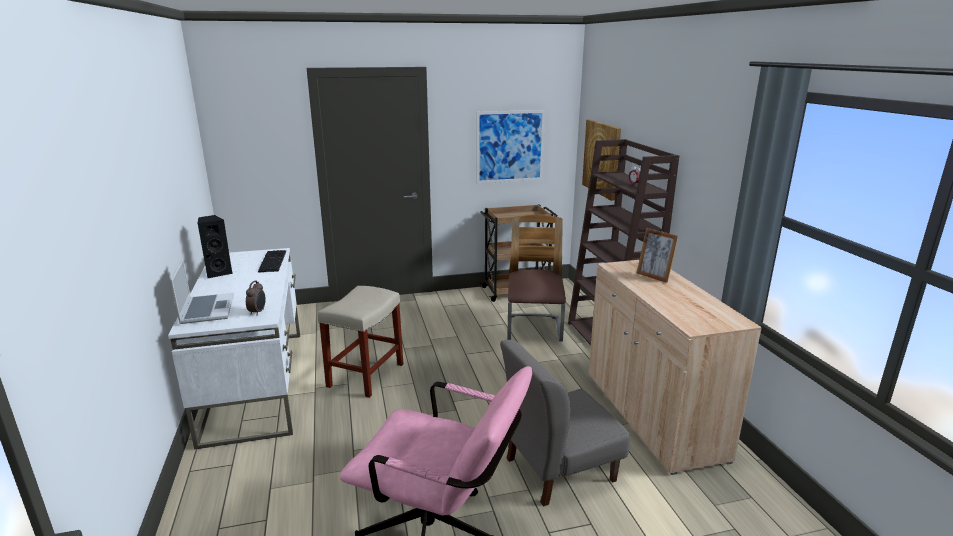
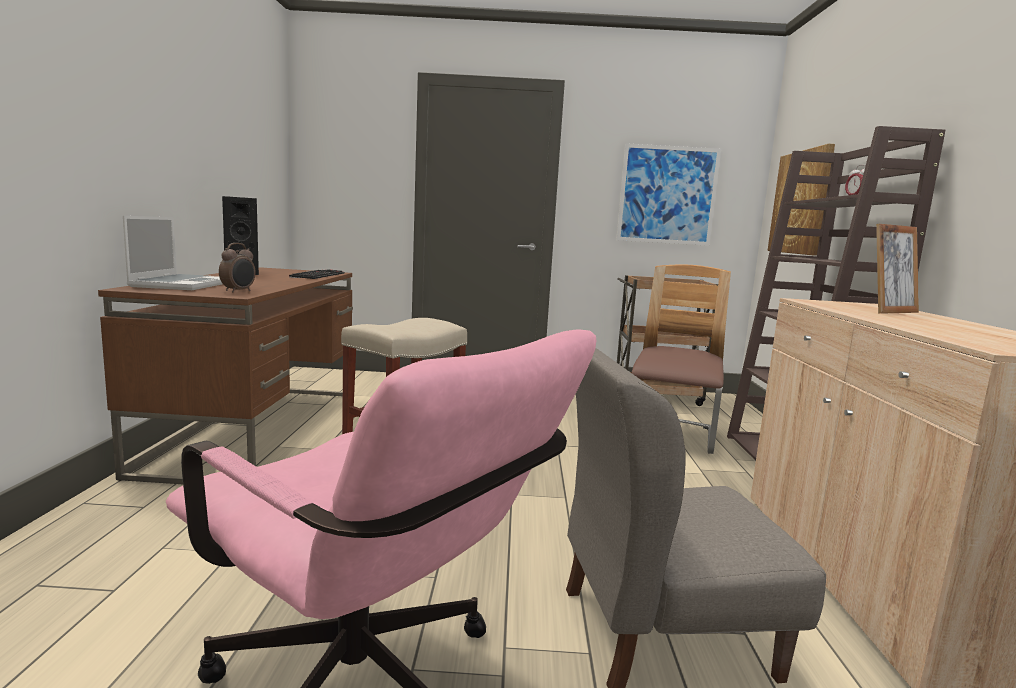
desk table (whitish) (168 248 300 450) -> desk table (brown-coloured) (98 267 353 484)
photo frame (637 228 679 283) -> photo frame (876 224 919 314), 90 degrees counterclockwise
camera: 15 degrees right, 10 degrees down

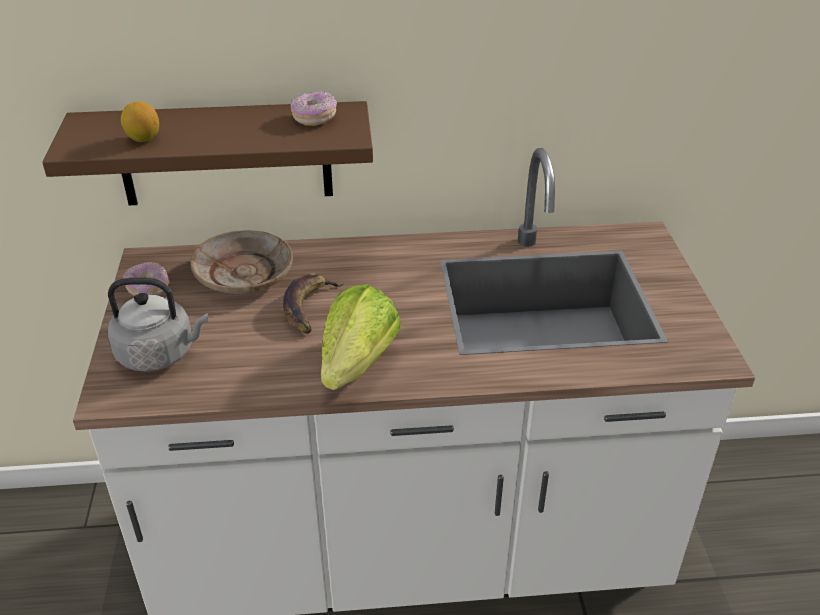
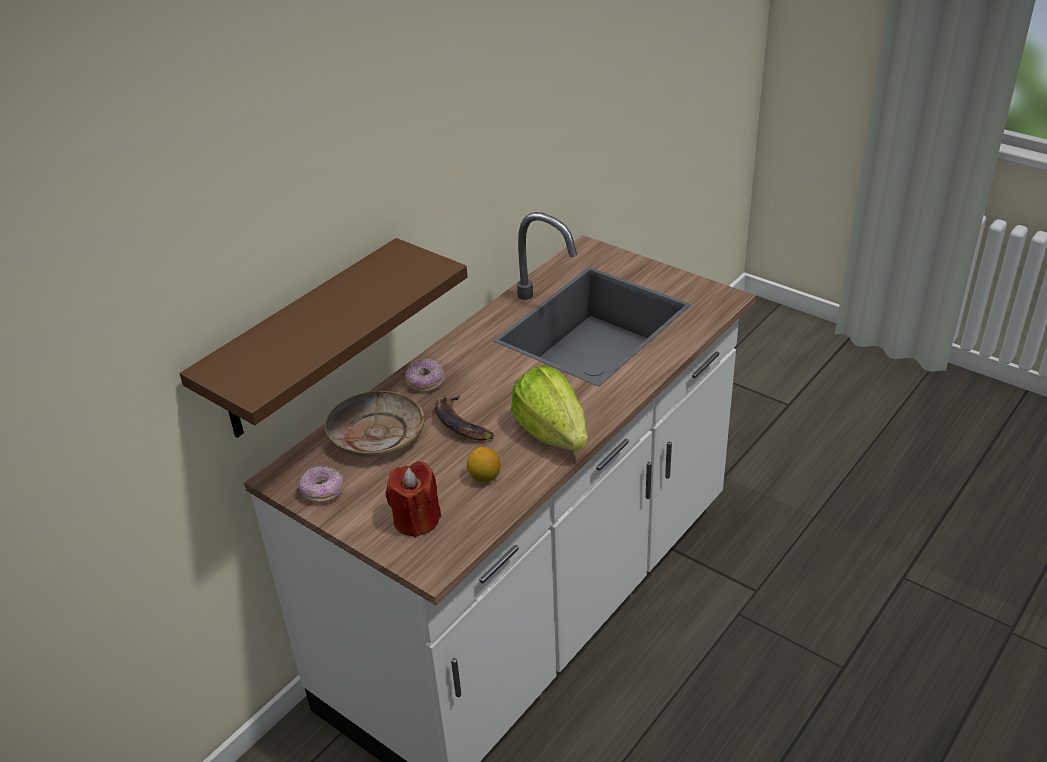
kettle (grey) (108 278 209 372) -> candle (red-coloured) (386 461 441 538)
citrus fruit (121 101 159 142) -> citrus fruit (467 447 501 482), move
donut (290 91 337 126) -> donut (405 358 444 392), move
camera: 45 degrees left, 0 degrees up

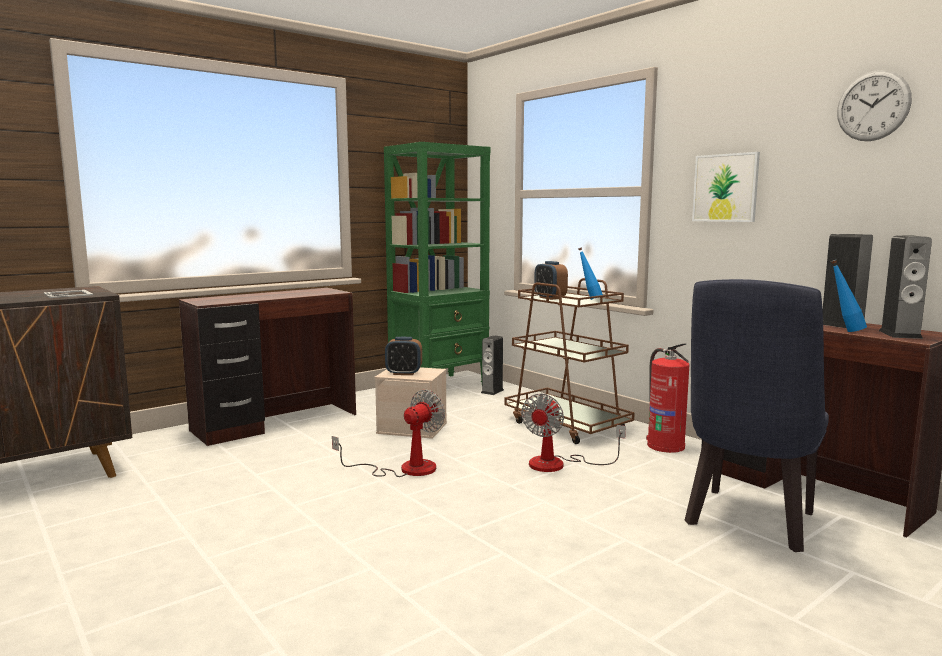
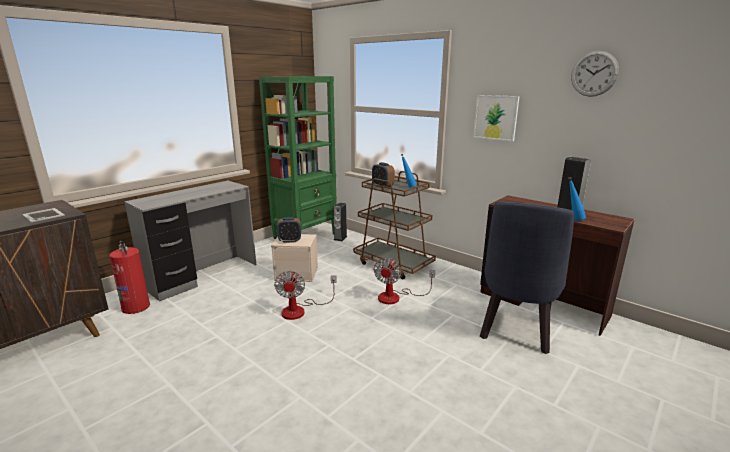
desk table (brown-coloured) (179 288 356 446) -> desk table (grey) (124 181 256 302)
fan (332 389 445 477) -> fan (274 270 337 320), 150 degrees clockwise
extinguisher (646 343 689 453) -> extinguisher (109 241 150 314), move
audio speaker (879 235 932 339) -> none
camera: 10 degrees left, 10 degrees up

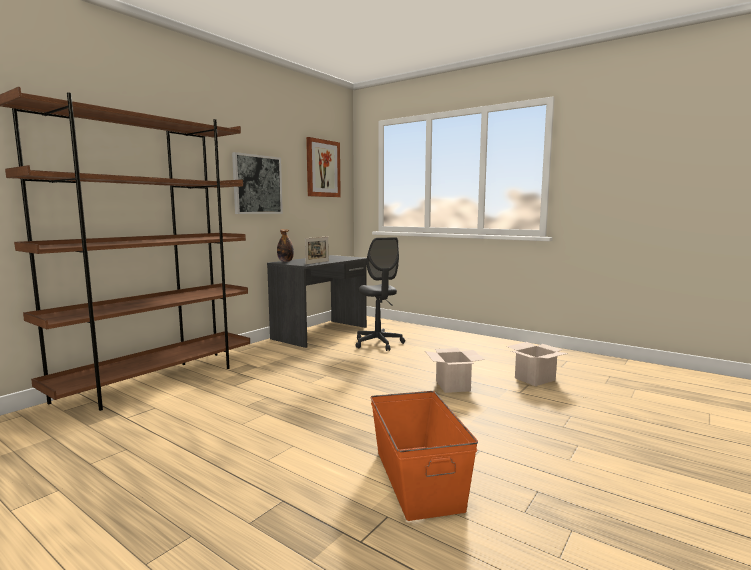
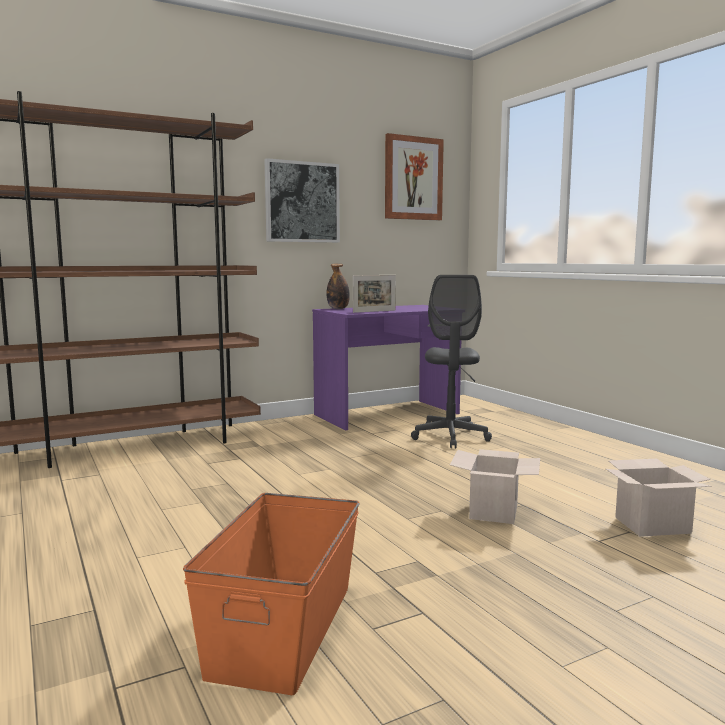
desk table (grey) (267 255 367 348) -> desk table (purple) (312 305 461 431)
camera: 25 degrees right, 0 degrees up

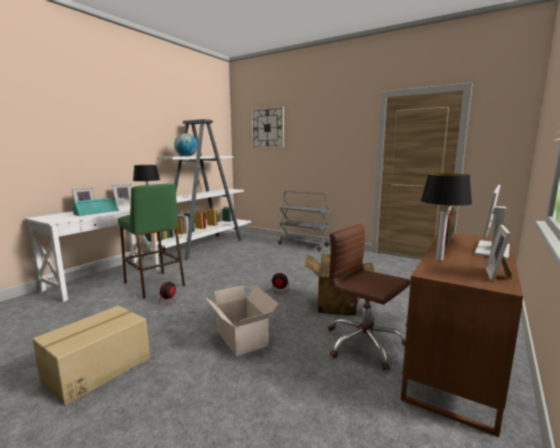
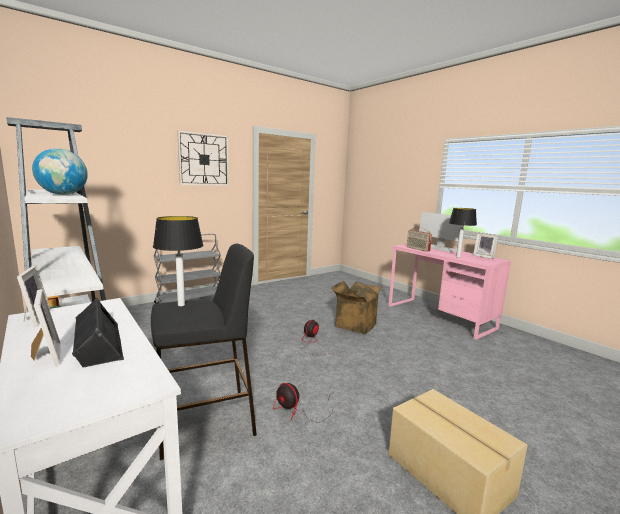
audio speaker (blue-green) (72 197 119 216) -> audio speaker (blackish) (72 297 124 368)
sitting stool (green-coloured) (118 184 185 298) -> sitting stool (blackish) (151 244 257 460)
packing box (205 285 279 356) -> none
clock on the wall (251 107 284 148) -> clock on the wall (177 130 229 186), move
desk chair (brown-coloured) (328 224 410 371) -> none
desk table (brown-coloured) (401 233 523 437) -> desk table (pink) (389 244 511 340)
camera: 70 degrees left, 0 degrees up

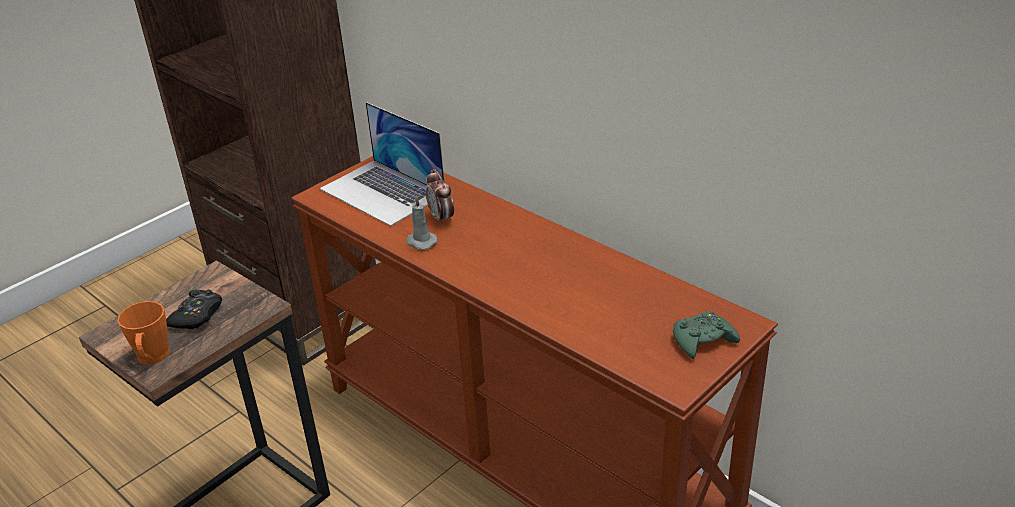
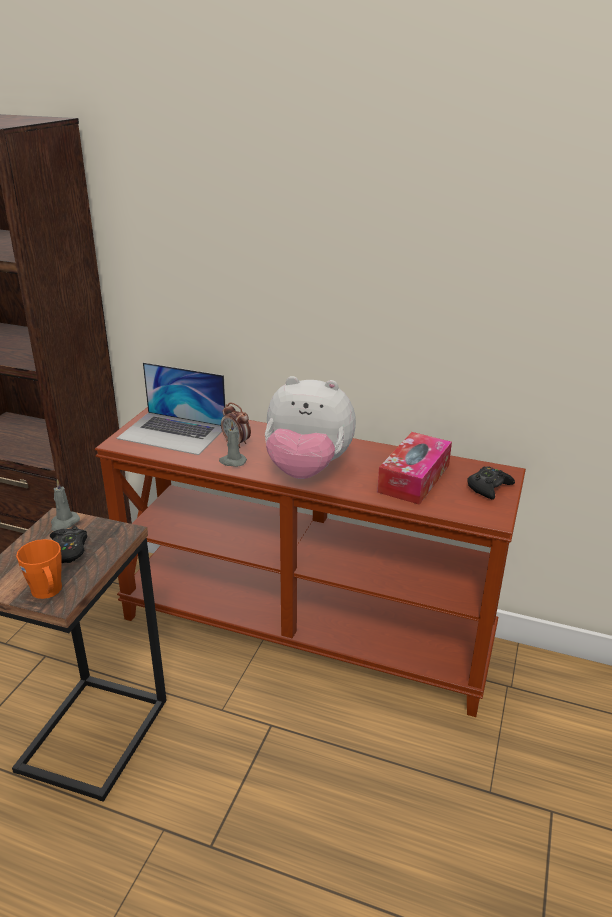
gamepad (green-coloured) (673 311 740 359) -> gamepad (blackish) (467 466 515 500)
none -> candle (grey) (51 479 80 531)
none -> plush toy (265 376 356 479)
none -> tissue box (377 432 452 505)
camera: 25 degrees left, 5 degrees down

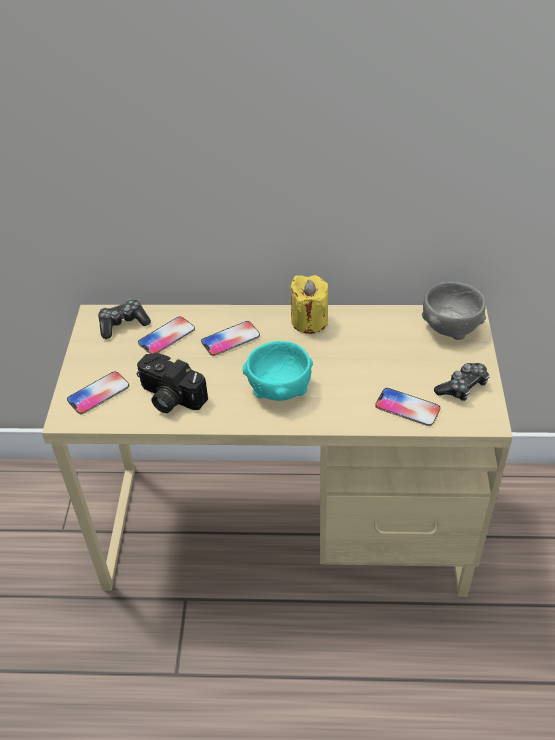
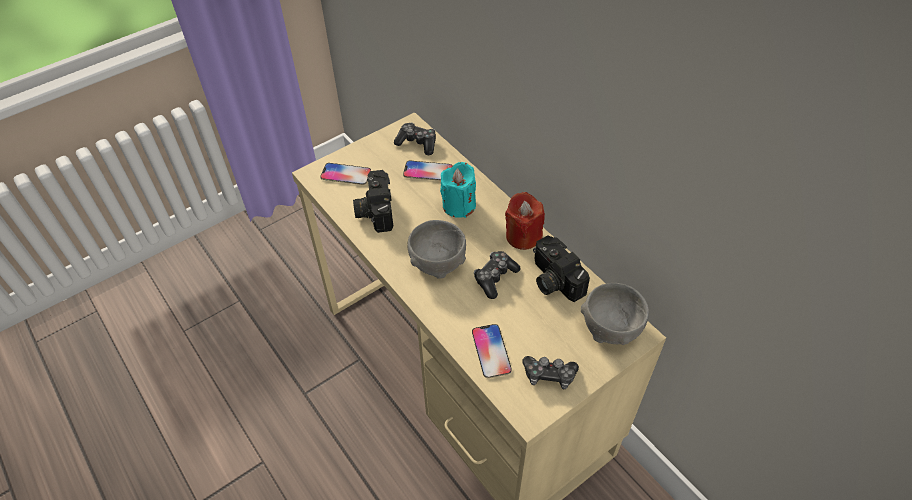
telephone (201 321 260 356) -> candle (blue-green) (440 162 476 218)
serving bowl (blue-green) (243 341 313 401) -> serving bowl (grey) (408 220 466 279)
candle (yellowish) (290 275 328 334) -> candle (red-coloured) (505 192 545 250)
none -> gamepad (474 251 521 299)
none -> photo camera (533 235 590 302)
camera: 50 degrees right, 5 degrees up

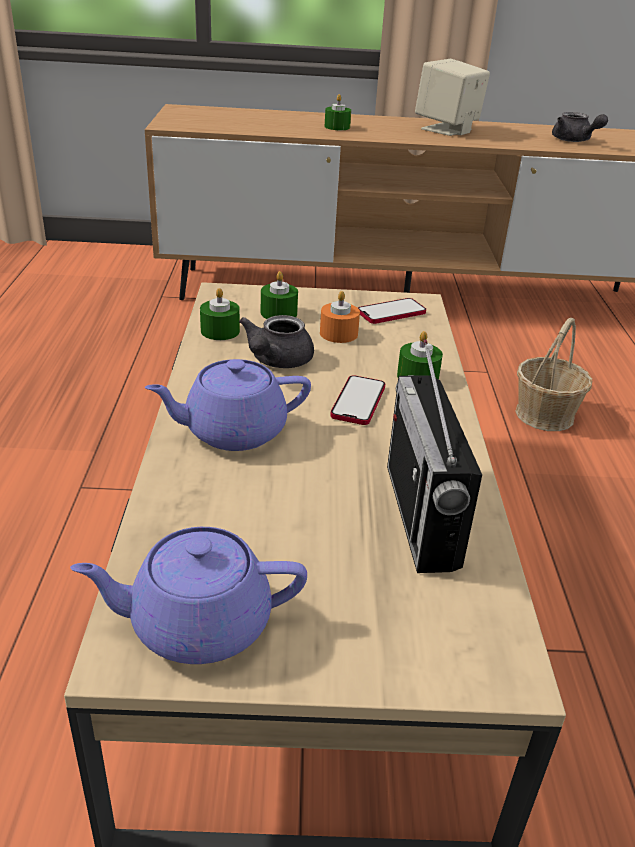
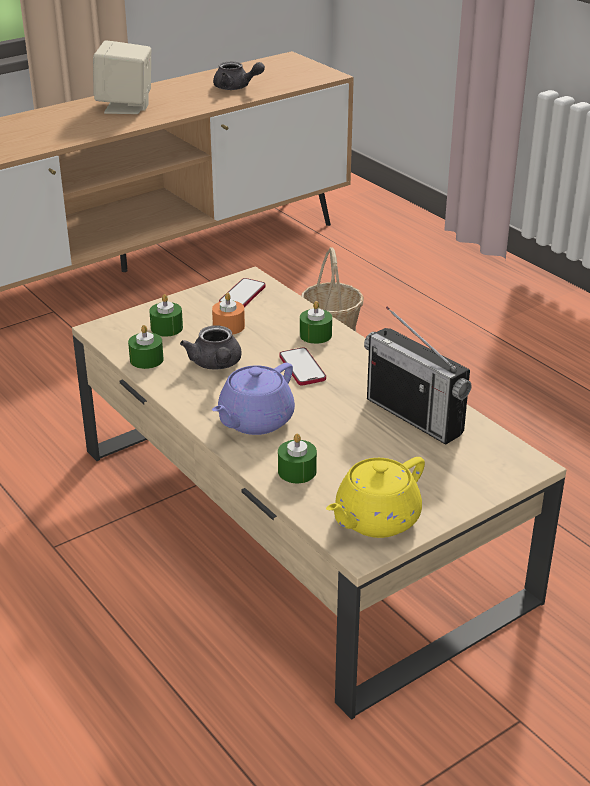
pot for tea (purple) (70 527 307 664) -> pot for tea (yellowish) (326 457 425 538)
candle (green-coloured) (324 94 351 130) -> candle (green-coloured) (278 433 317 483), move
camera: 35 degrees left, 0 degrees up

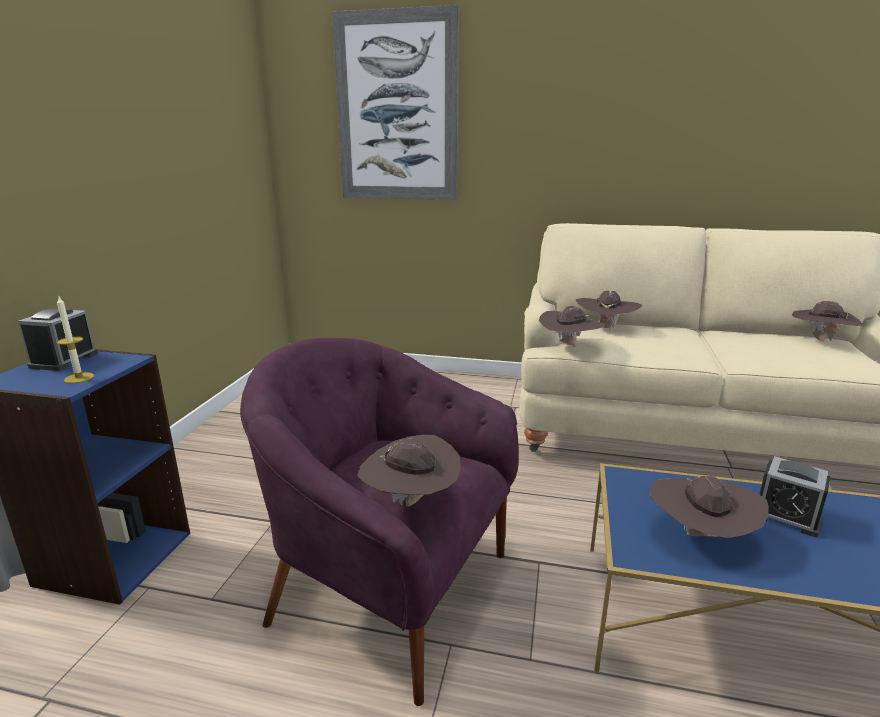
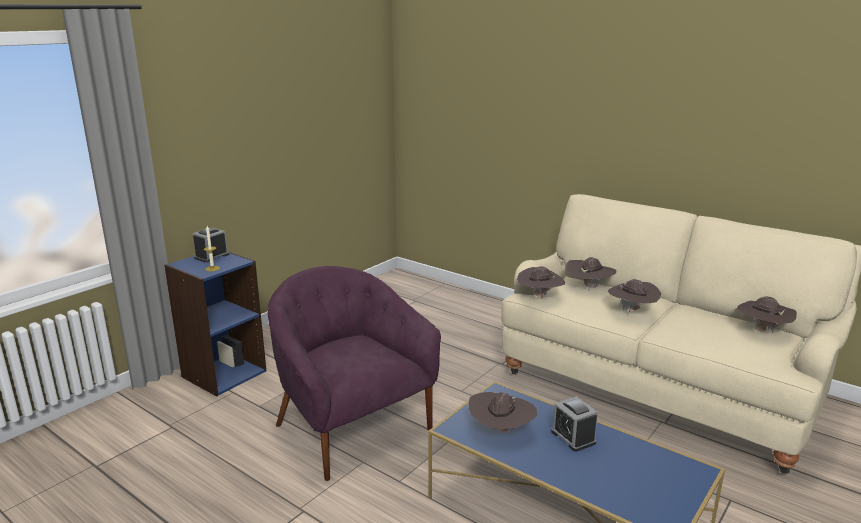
wall art (332 5 459 200) -> none
clothing hat (brown-coloured) (357 435 461 507) -> clothing hat (brown-coloured) (607 279 661 312), move
camera: 25 degrees right, 0 degrees up

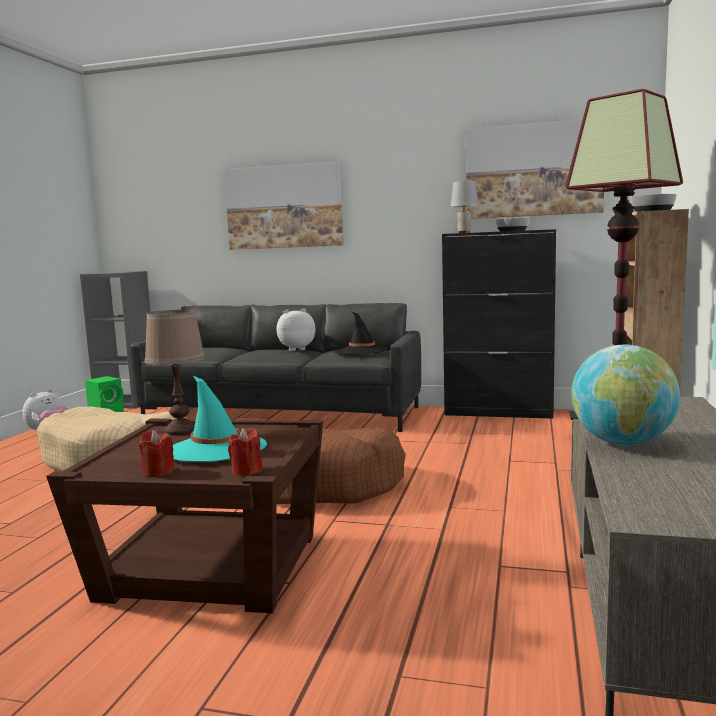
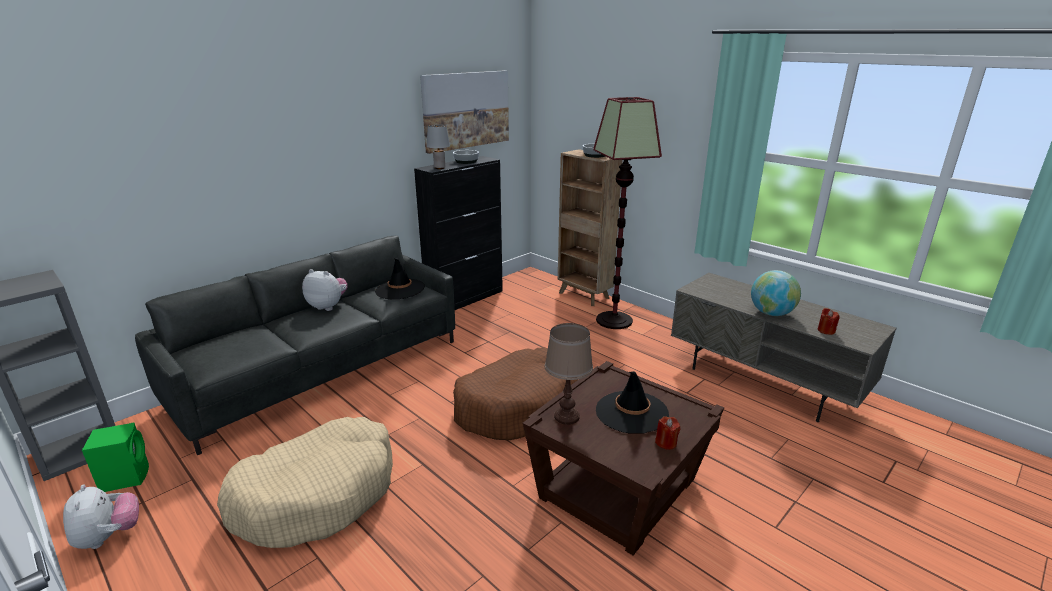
clothing hat (blue-green) (173 376 267 462) -> clothing hat (blackish) (596 371 669 433)
wall art (224 161 343 250) -> none
candle (red-coloured) (228 428 262 476) -> candle (red-coloured) (818 308 840 335), move
plush toy (276 308 315 351) -> plush toy (302 269 348 311), 90 degrees clockwise
camera: 60 degrees left, 15 degrees up

